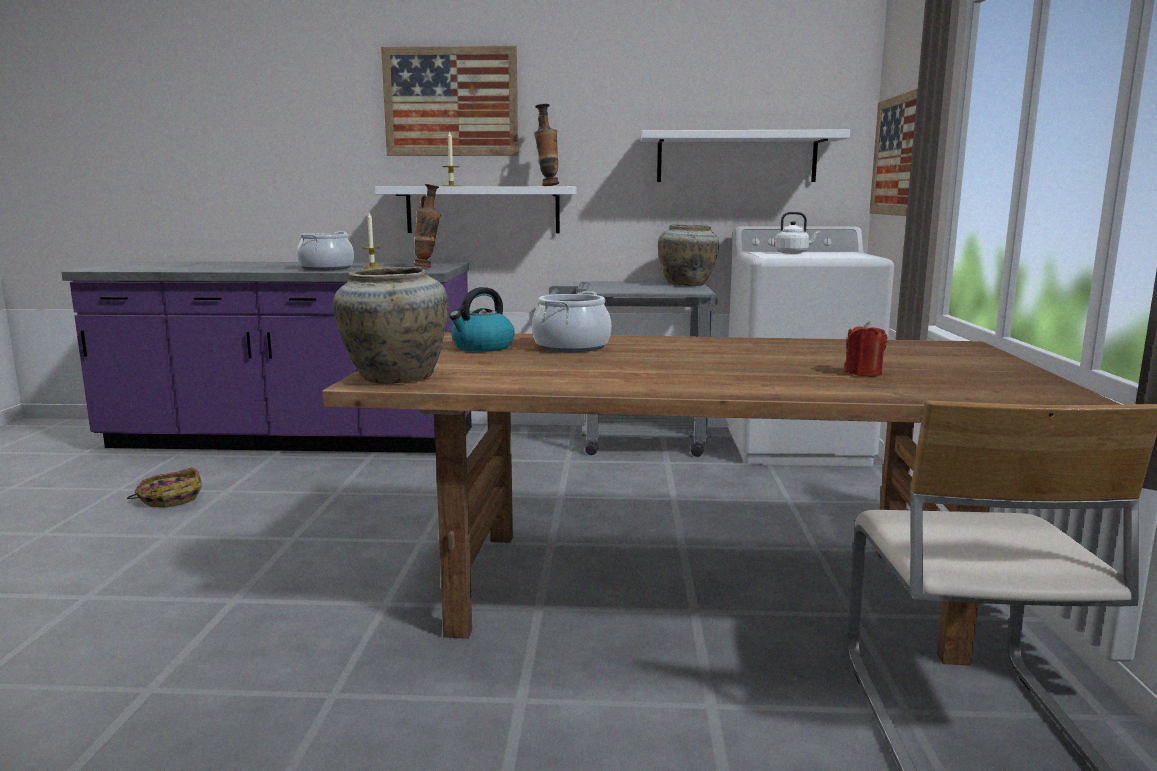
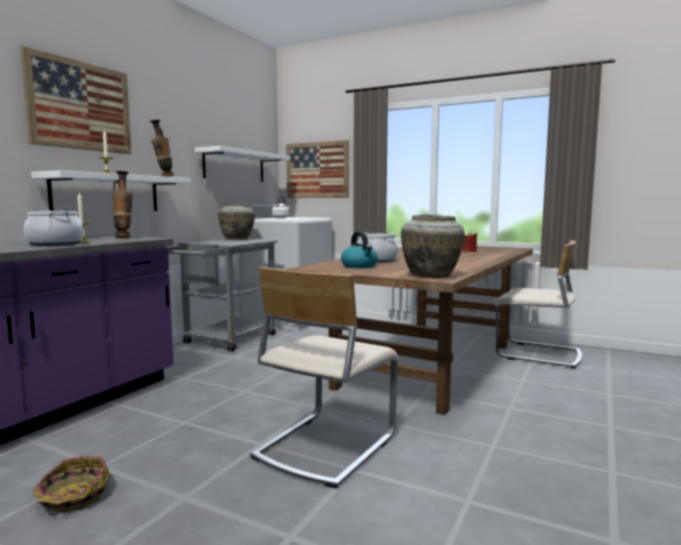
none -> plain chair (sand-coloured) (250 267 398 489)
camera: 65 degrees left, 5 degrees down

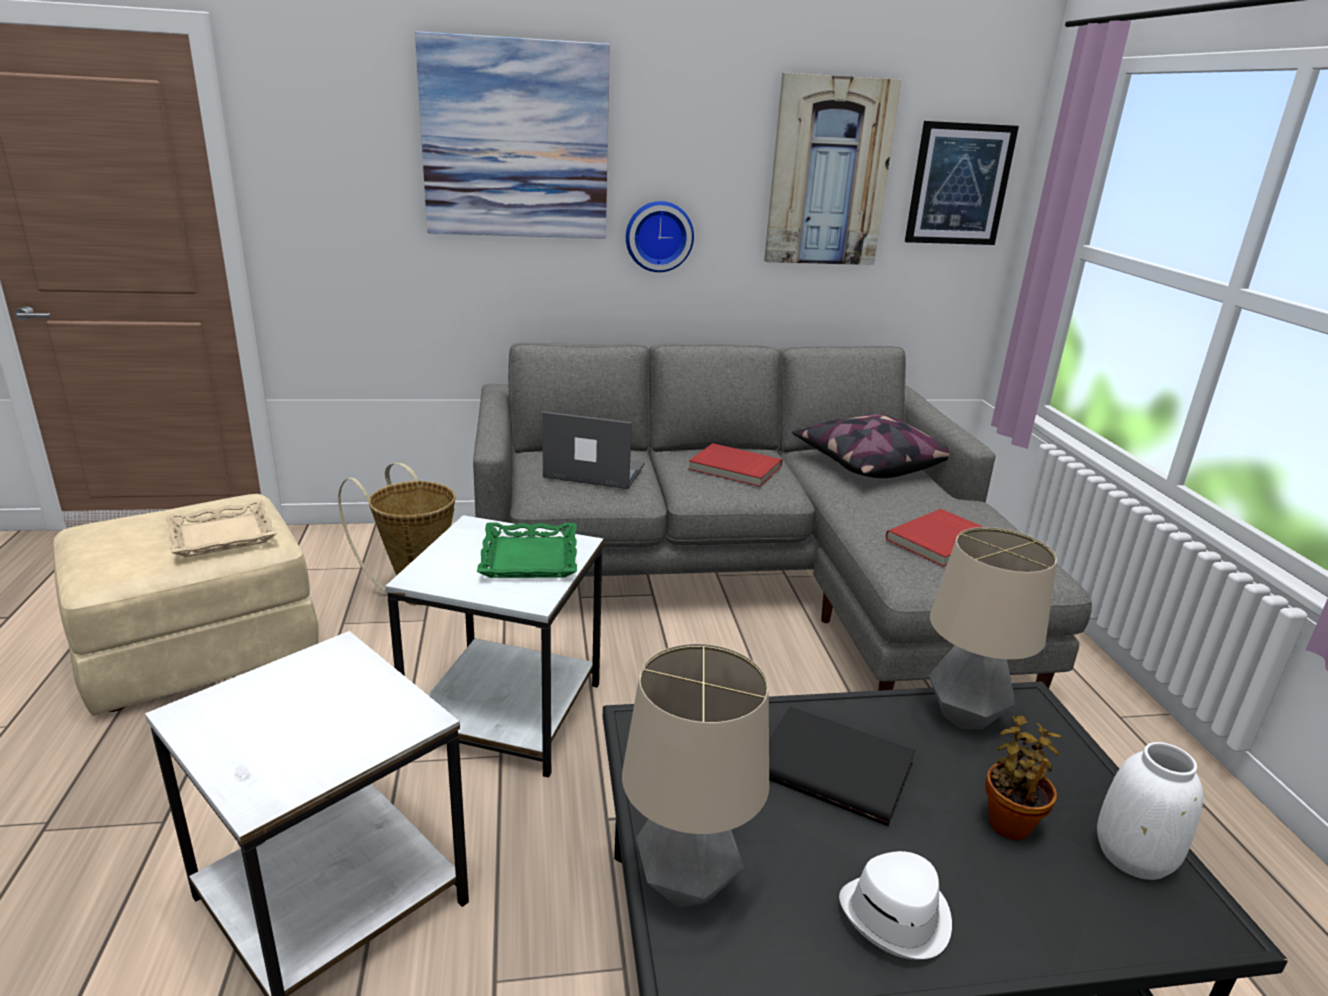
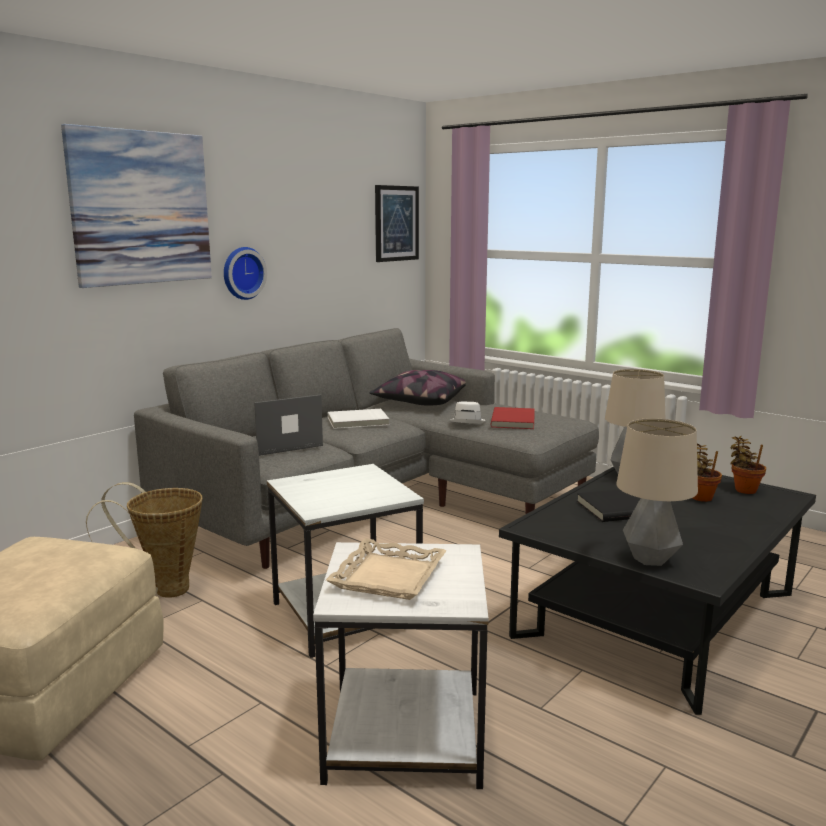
carrying tray (sand-coloured) (165 500 277 557) -> carrying tray (sand-coloured) (326 538 447 600), move
carrying tray (green-coloured) (477 523 577 578) -> none
bound book (red-coloured) (688 443 782 487) -> bound book (whitish) (328 409 389 429)
wall art (764 73 901 265) -> none
clothing hat (whitish) (839 851 952 960) -> clothing hat (whitish) (450 401 486 423), move
flower vase (whitish) (1097 742 1203 880) -> plant in a pot (730 436 766 494)
camera: 40 degrees left, 10 degrees down

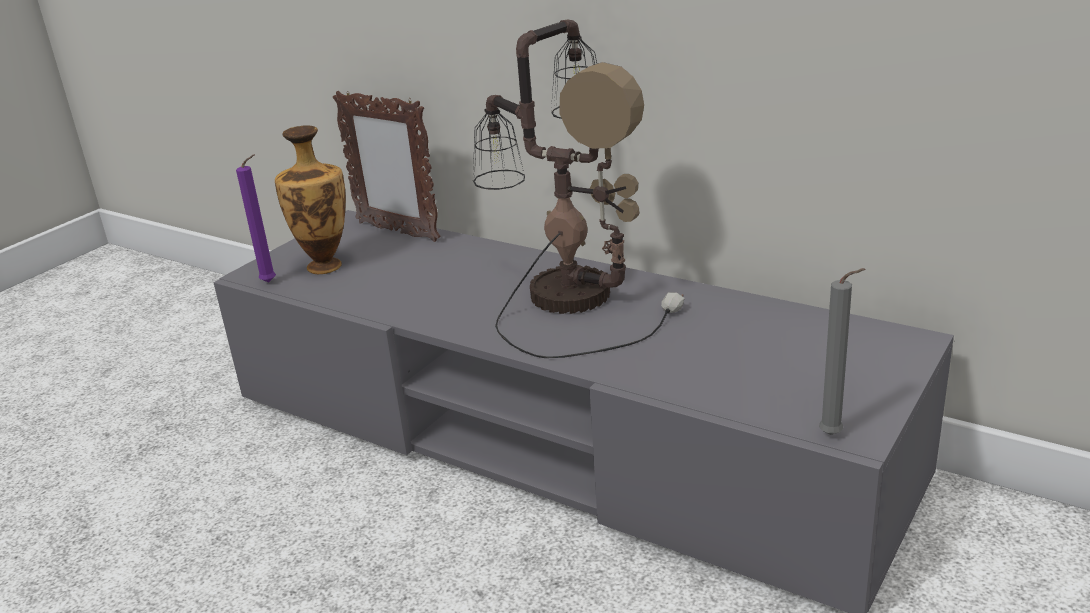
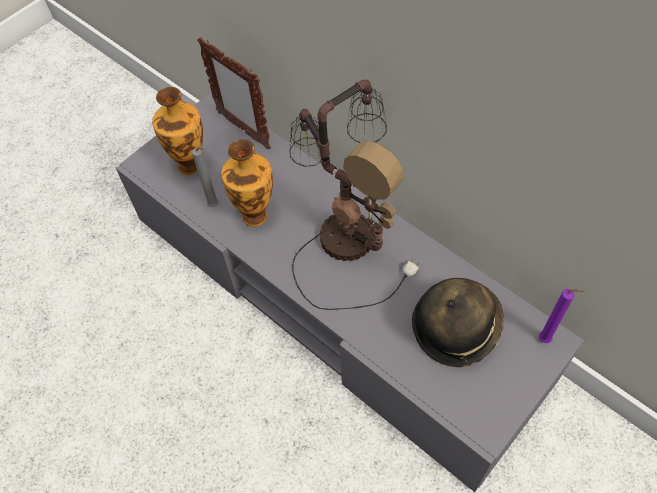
candle (purple) (236 154 276 283) -> candle (purple) (539 289 585 343), move
candle (grey) (819 268 865 435) -> candle (grey) (192 147 218 207), move
none -> flower vase (221 139 273 227)
none -> clothing hat (412 278 504 367)
camera: 10 degrees right, 30 degrees up

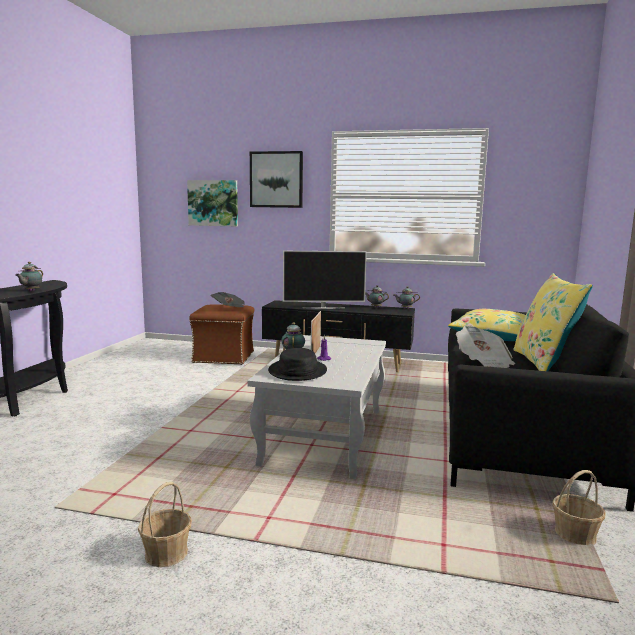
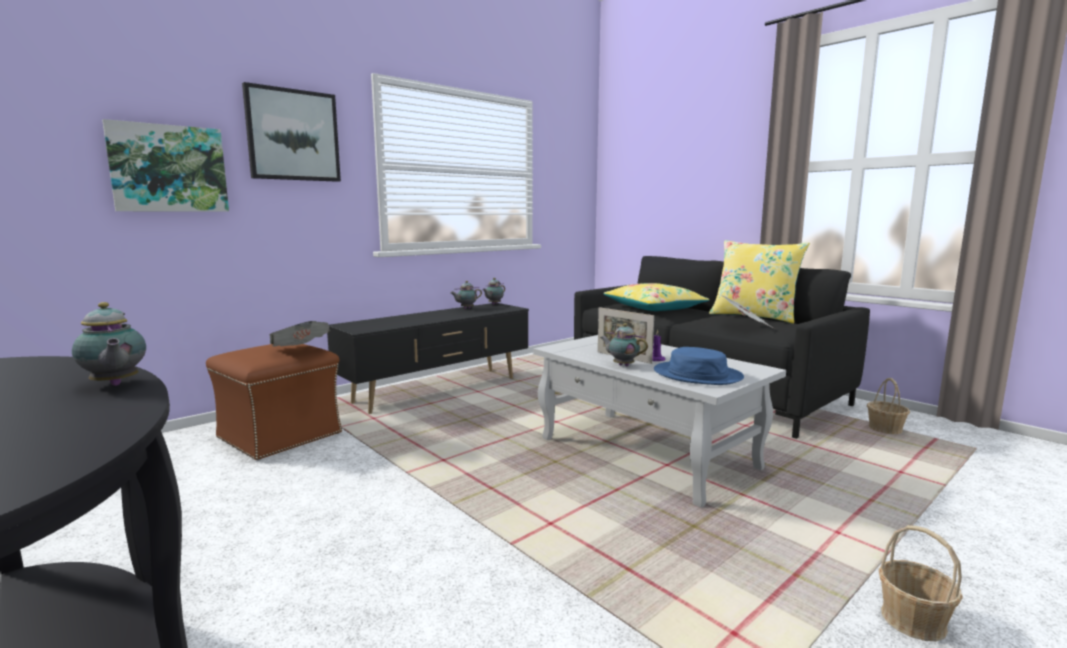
clothing hat (blackish) (268 348 327 381) -> clothing hat (blue-coloured) (654 347 744 385)
TV (283 251 367 309) -> none
camera: 55 degrees left, 0 degrees up

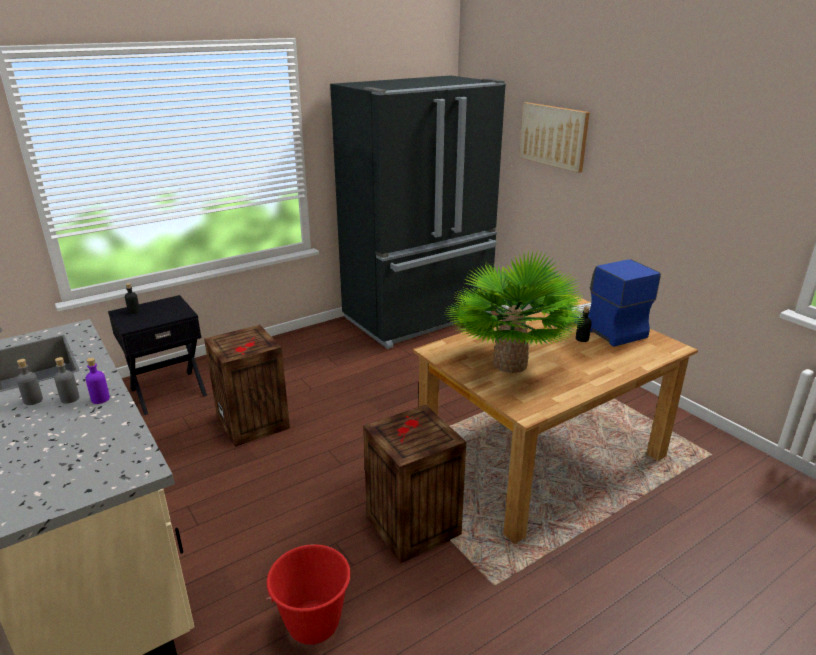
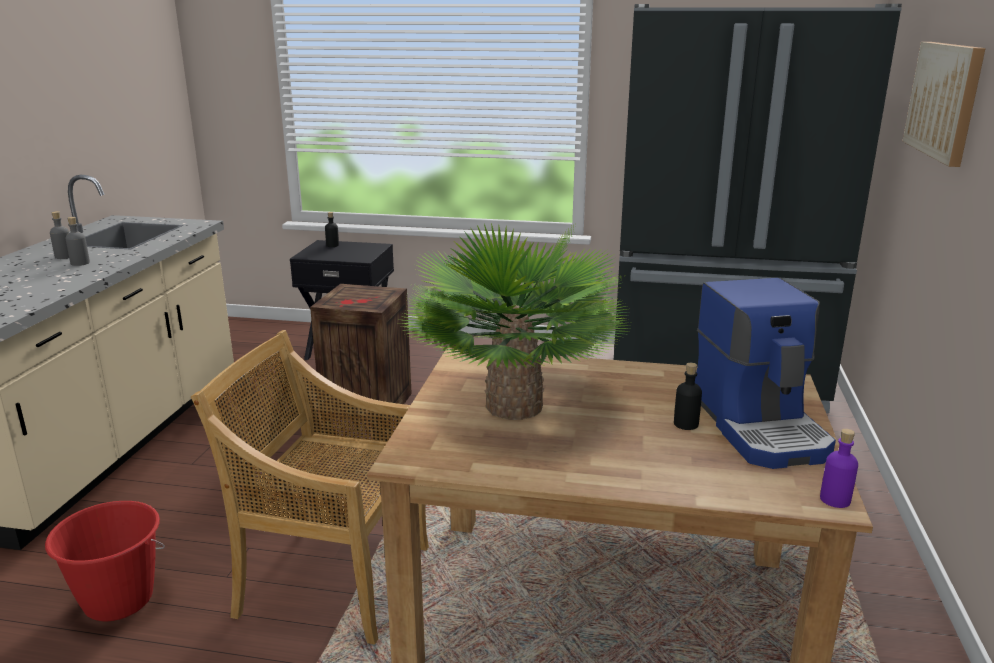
bottle (purple) (85 358 110 404) -> bottle (purple) (820 429 858 508), move
crate (363 405 466 563) -> plain chair (sand-coloured) (191 330 429 645)
coffee machine (569 259 661 347) -> coffee machine (695 278 836 469), 150 degrees clockwise
camera: 45 degrees right, 5 degrees down

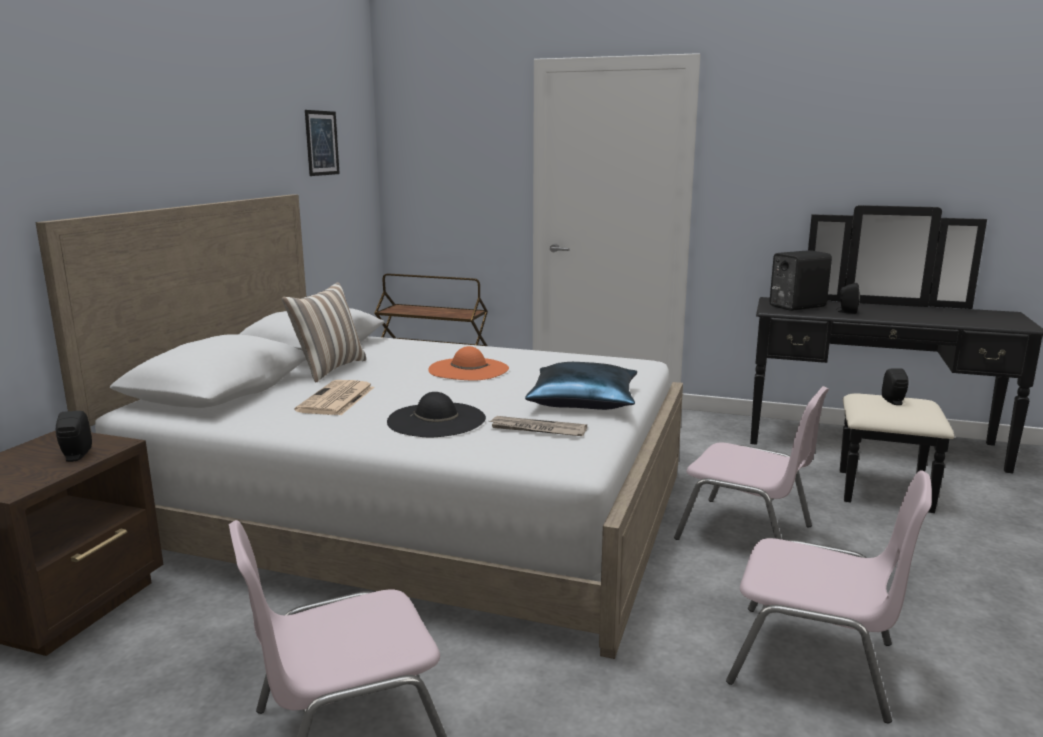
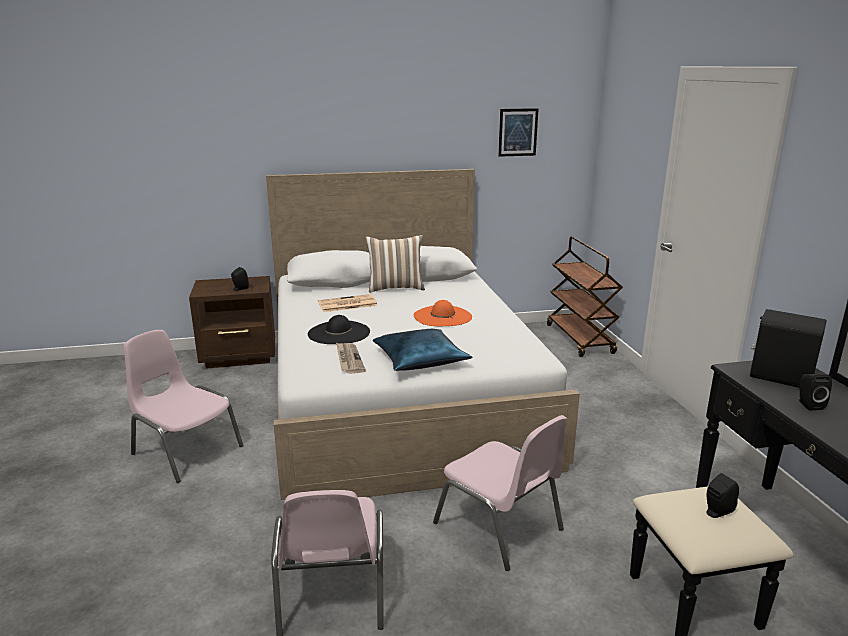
plain chair (pink) (674 386 829 540) -> plain chair (pink) (433 415 567 571), 45 degrees counterclockwise
camera: 60 degrees right, 5 degrees up

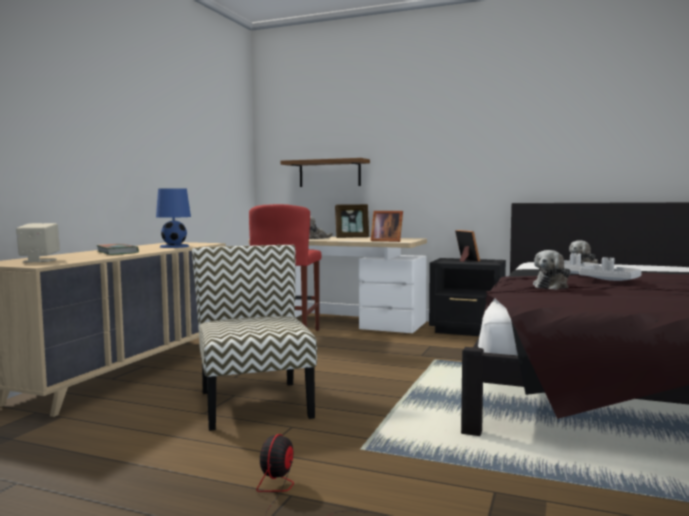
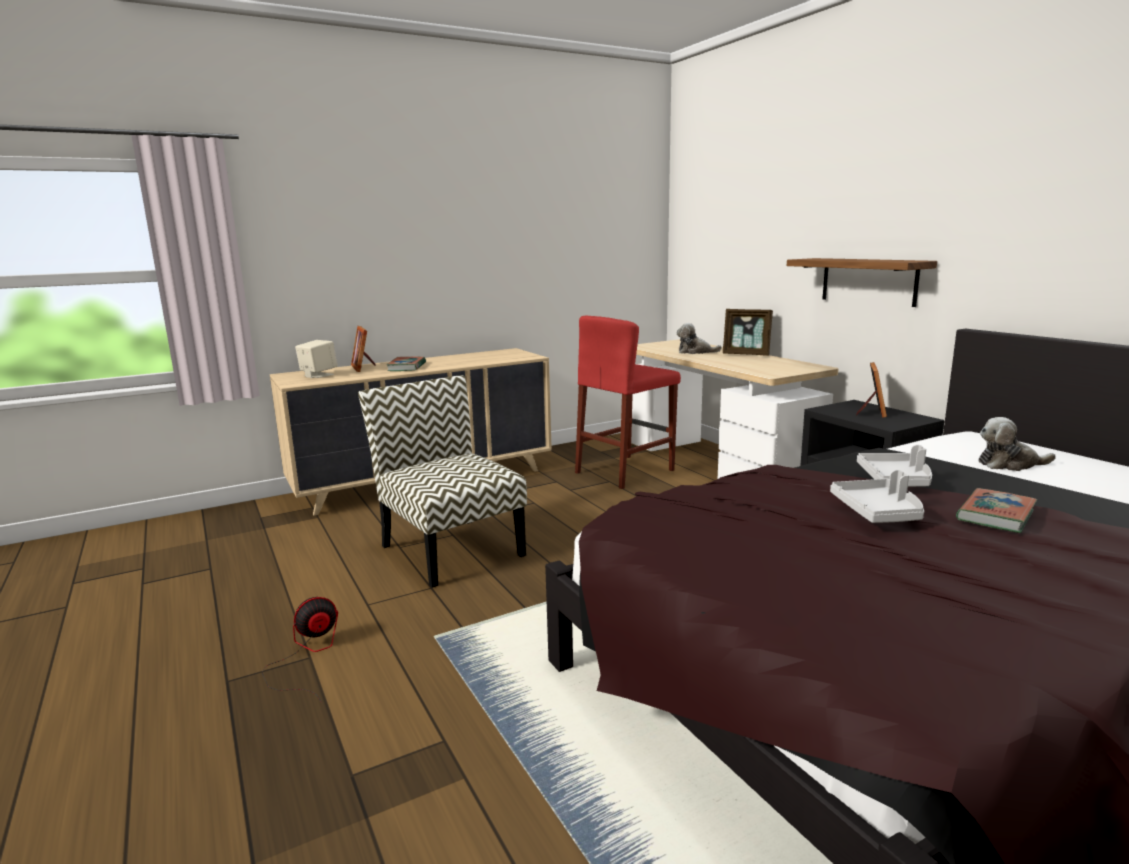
lamp for a table (blue-coloured) (156 188 191 248) -> none
plain chair (192 245 317 431) -> plain chair (358 375 527 588), 60 degrees counterclockwise
wall shelf (280 158 370 187) -> wall shelf (787 258 937 307), move
photo frame (370 211 403 242) -> photo frame (351 326 376 372), move
plush toy (533 250 571 290) -> none
none -> bound book (956 488 1037 533)
camera: 40 degrees right, 10 degrees up

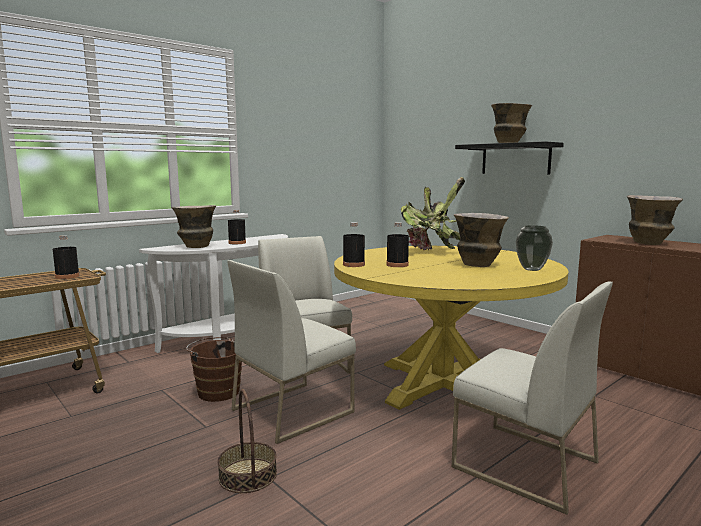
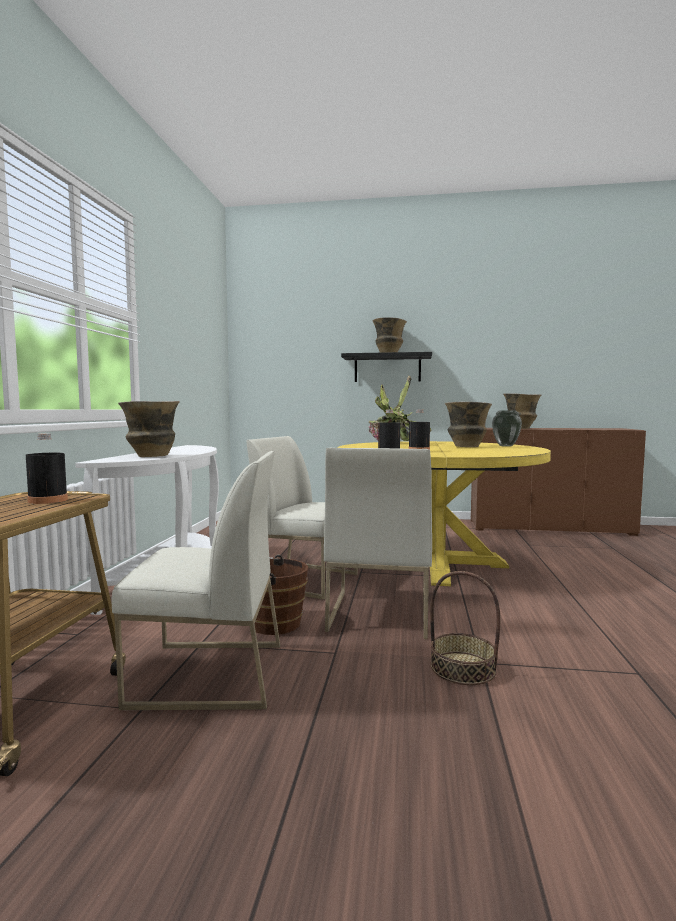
bottle (blackish) (228 210 246 244) -> none
plain chair (whitish) (452 281 613 515) -> plain chair (whitish) (112 451 280 710), move
camera: 40 degrees left, 5 degrees down

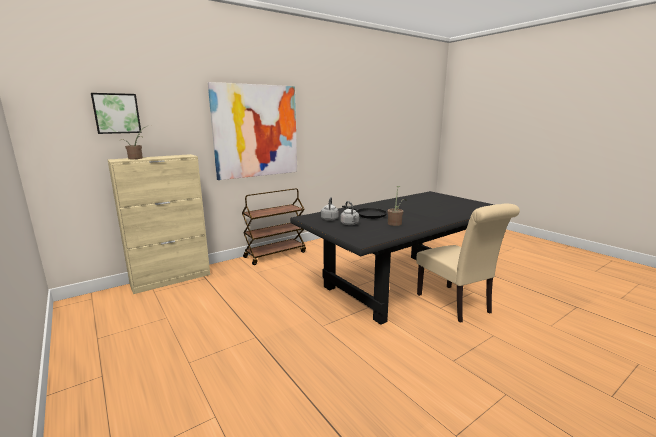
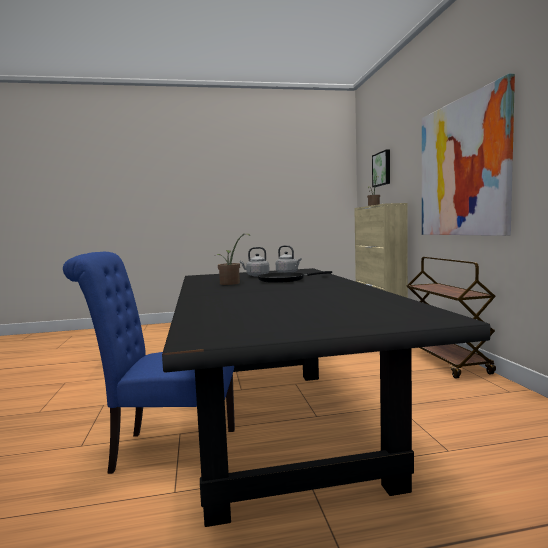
plain chair (sand-coloured) (416 204 520 323) -> plain chair (blue-coloured) (63 252 235 474)
camera: 115 degrees right, 10 degrees down

